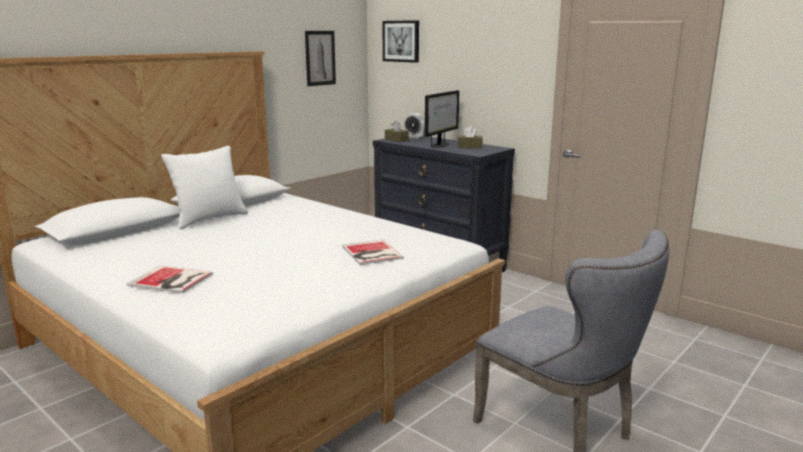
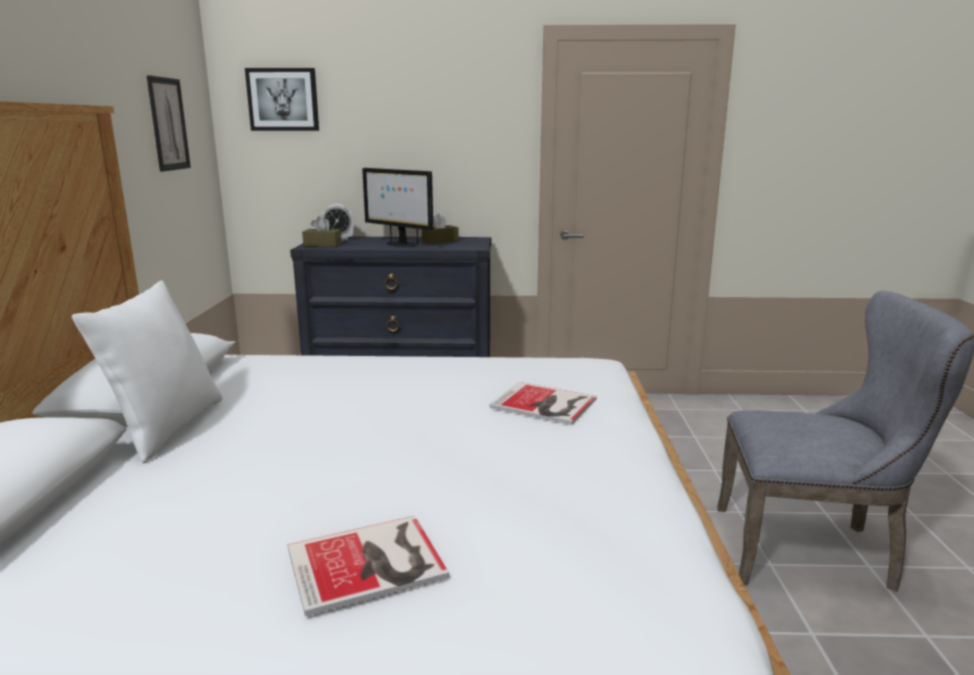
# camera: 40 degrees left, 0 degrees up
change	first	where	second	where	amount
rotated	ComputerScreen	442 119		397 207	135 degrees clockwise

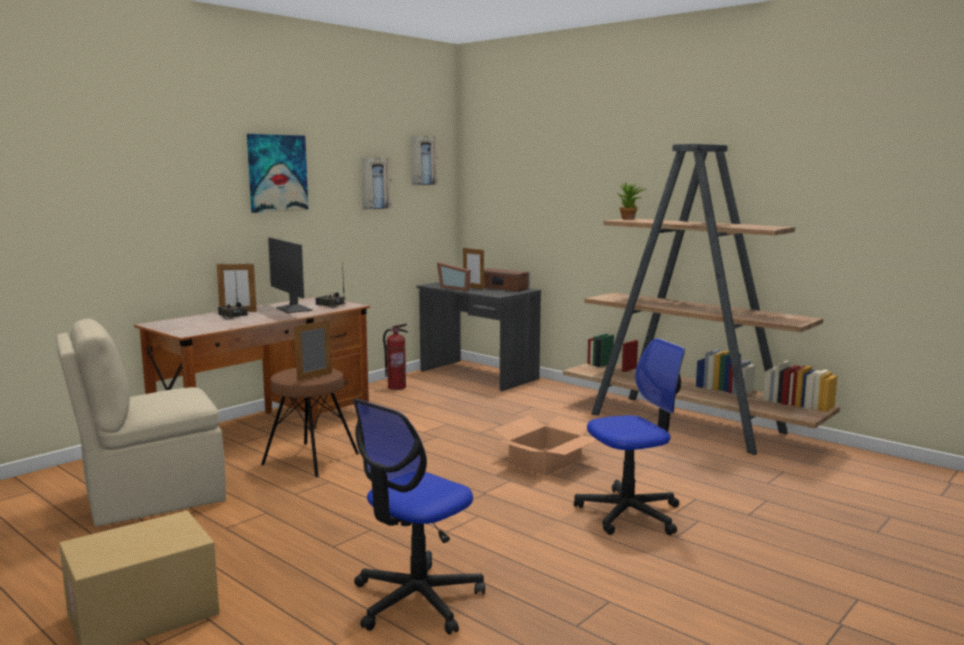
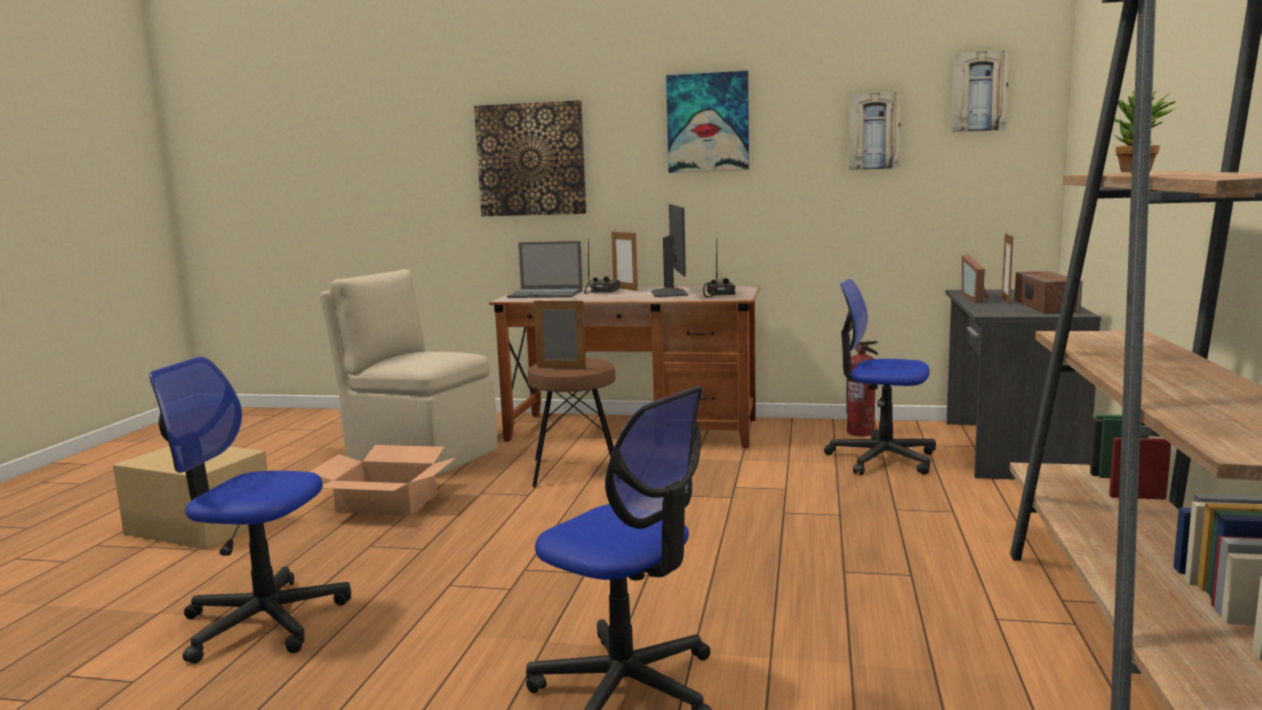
# camera: 60 degrees right, 0 degrees up
change	first	where	second	where	amount
new			WallPicture	530 158	
new			Laptop	545 269	
new			DeskChair	880 377	
shifted	PackingBox	545 446		383 480	
rotated	ComputerScreen	290 275		669 250	150 degrees clockwise

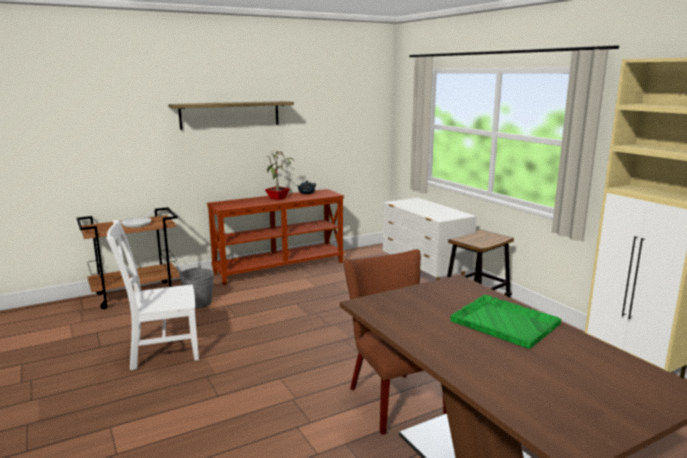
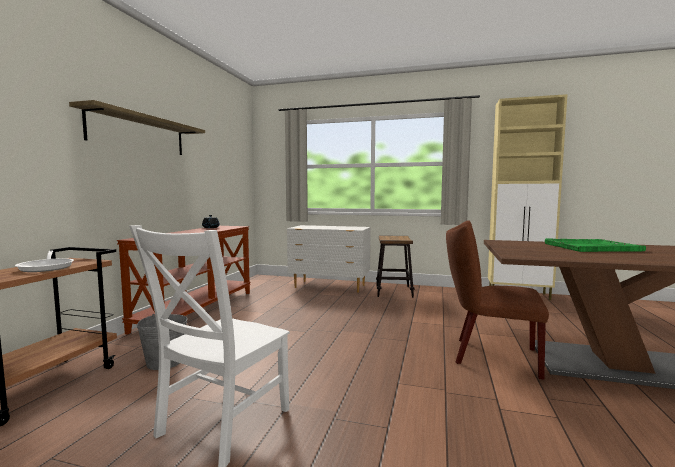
# camera: 45 degrees left, 10 degrees down
change	first	where	second	where	amount
gone	PlantInAPot	279 175			

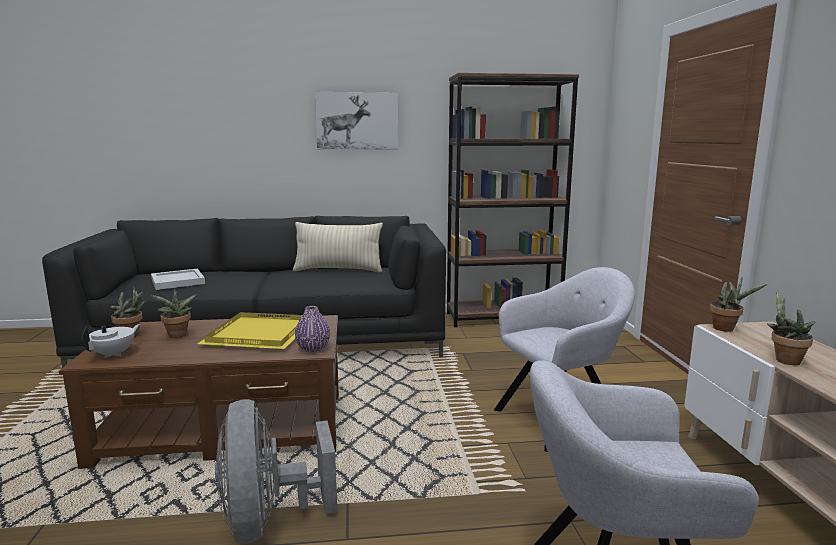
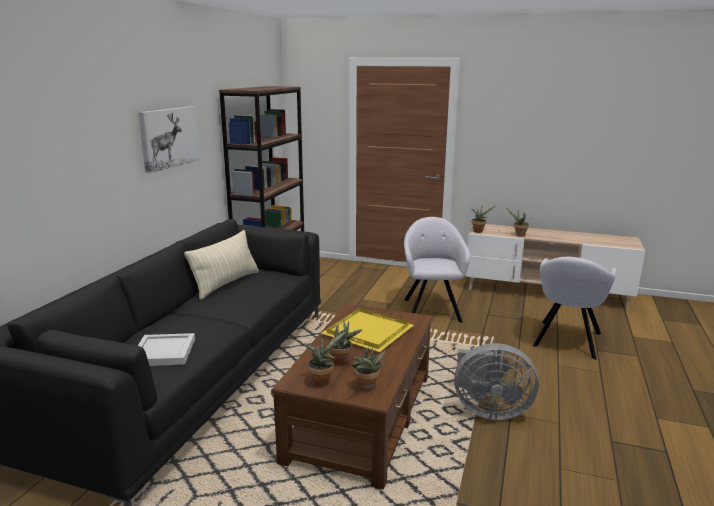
# camera: 65 degrees left, 5 degrees up
change	first	where	second	where	amount
gone	PurpleColouredVase	312 329			
swapped	WhiteColouredTeapot	110 341	PlantInAPot	368 369	

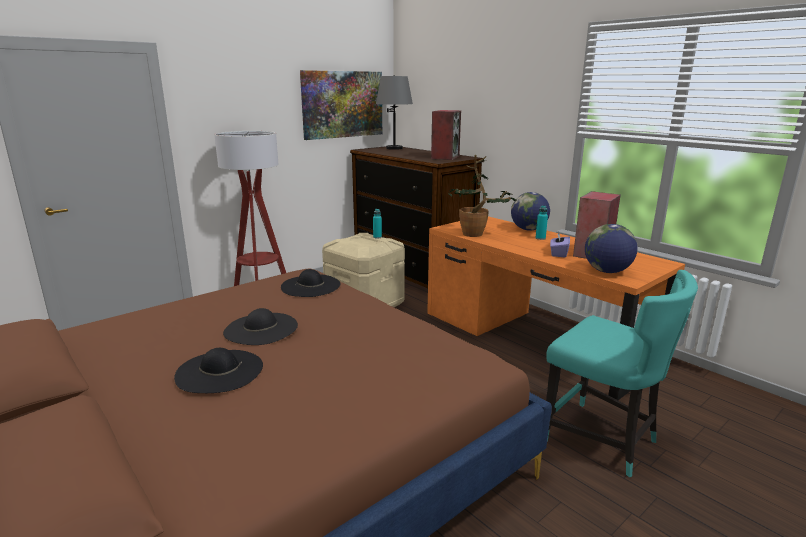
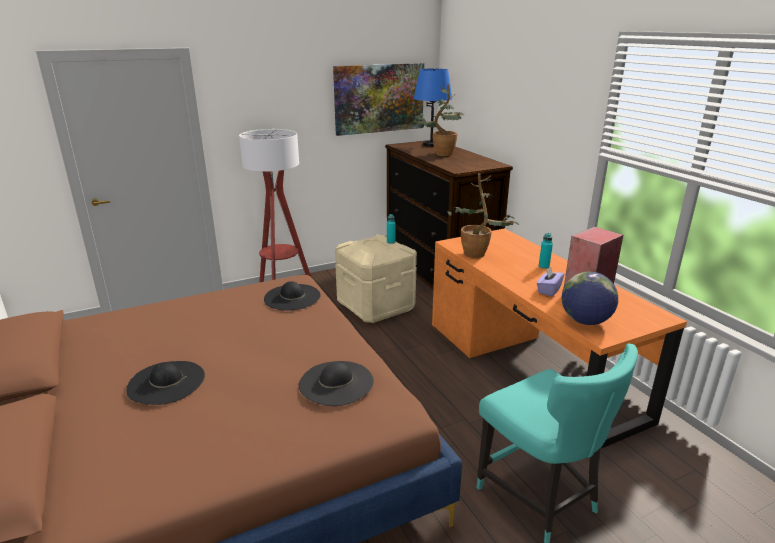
# camera: 15 degrees right, 5 degrees up
change	first	where	second	where	amount
gone	Loudspeaker	446 135			
gone	DeskGlobe	530 211			
new			PlantInAPot	438 120	
shifted	BlackishWearableHat	260 326		336 383	
repainted	GreyTabletopLamp	394 112	BlueTabletopLamp	433 107	

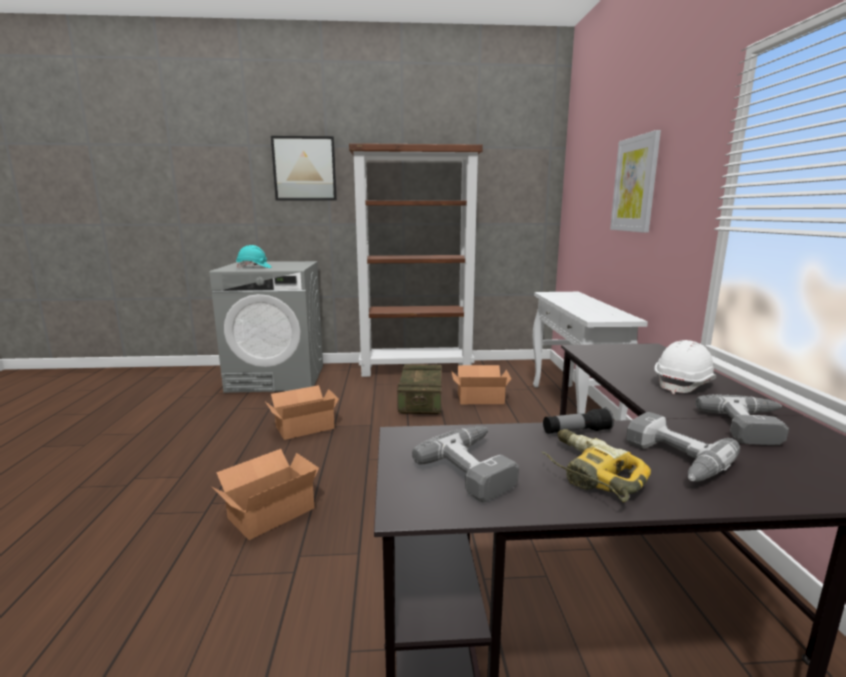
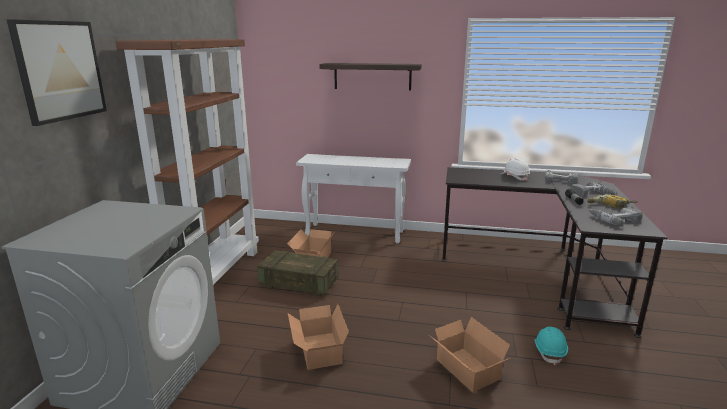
# camera: 75 degrees left, 5 degrees up
change	first	where	second	where	amount
shifted	TurquoiseHardHat	254 256		551 346	
swapped	WallPicture	635 181	BracketShelf	370 77	

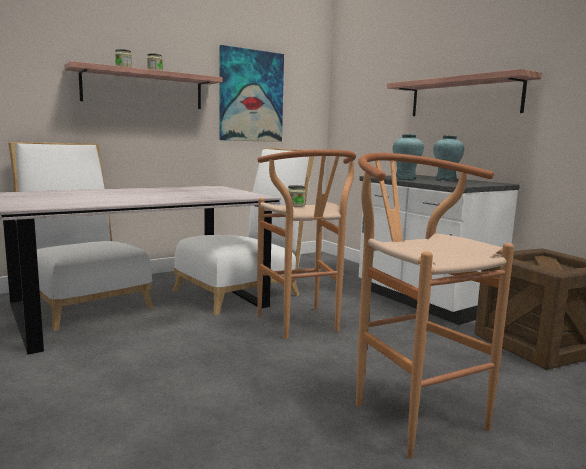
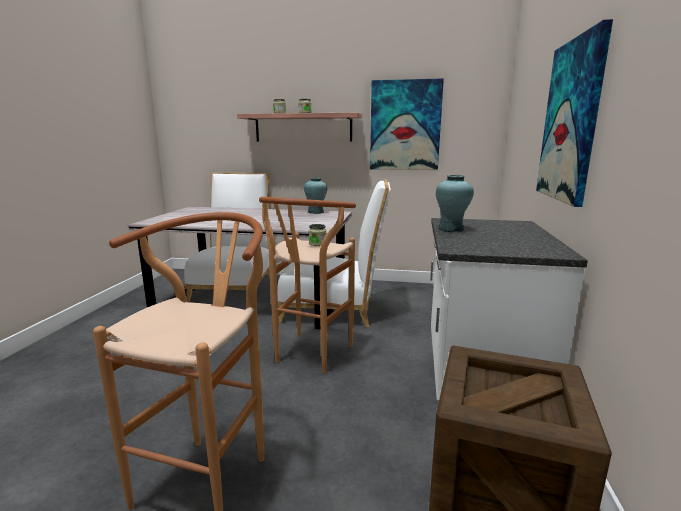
# camera: 45 degrees right, 5 degrees up
change	first	where	second	where	amount
shifted	TurquoiseVase	448 158		315 195	
swapped	BracketShelf	464 92	WallPicture	574 113	

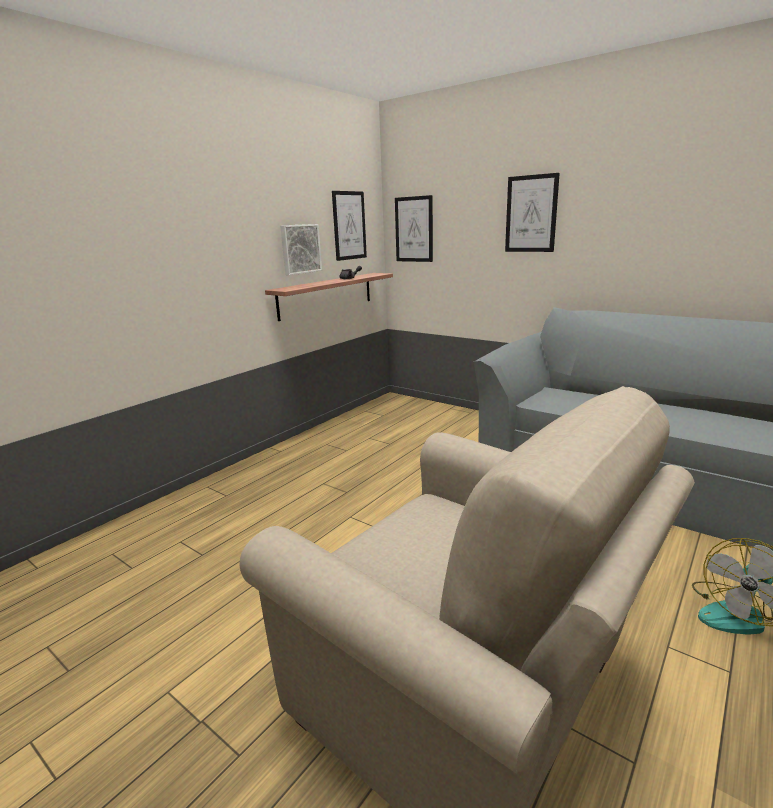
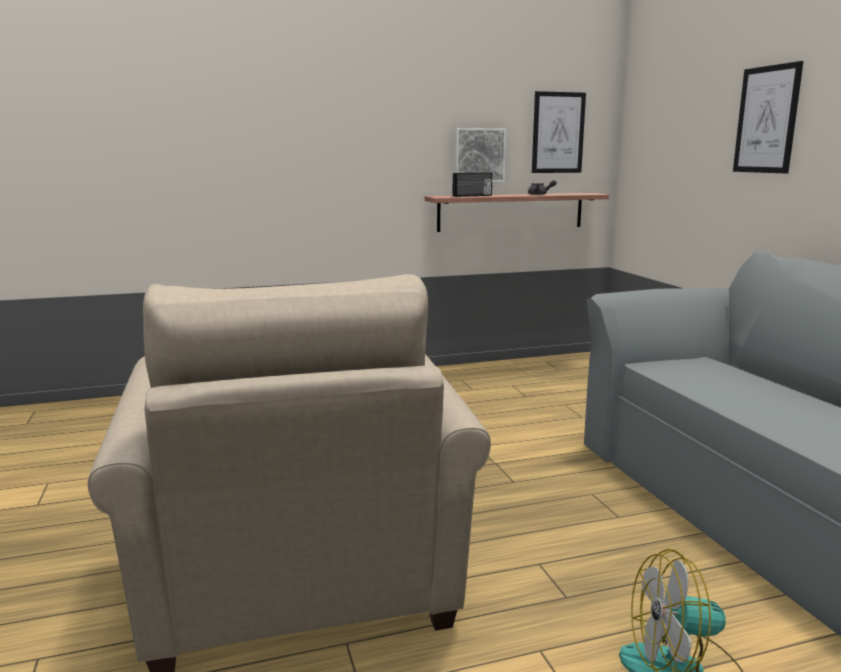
# camera: 35 degrees right, 5 degrees down
change	first	where	second	where	amount
gone	WallPicture	414 228			
new			Radio	472 185	

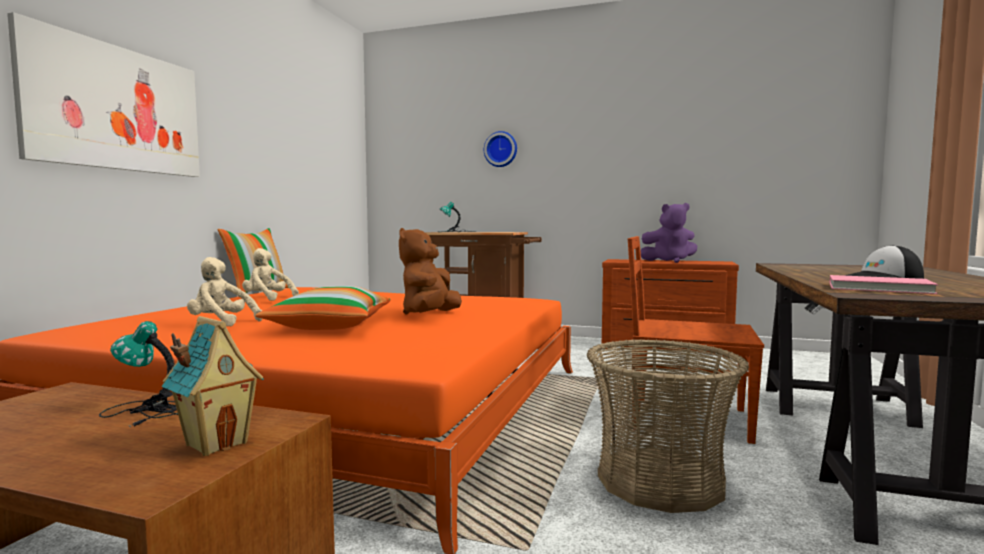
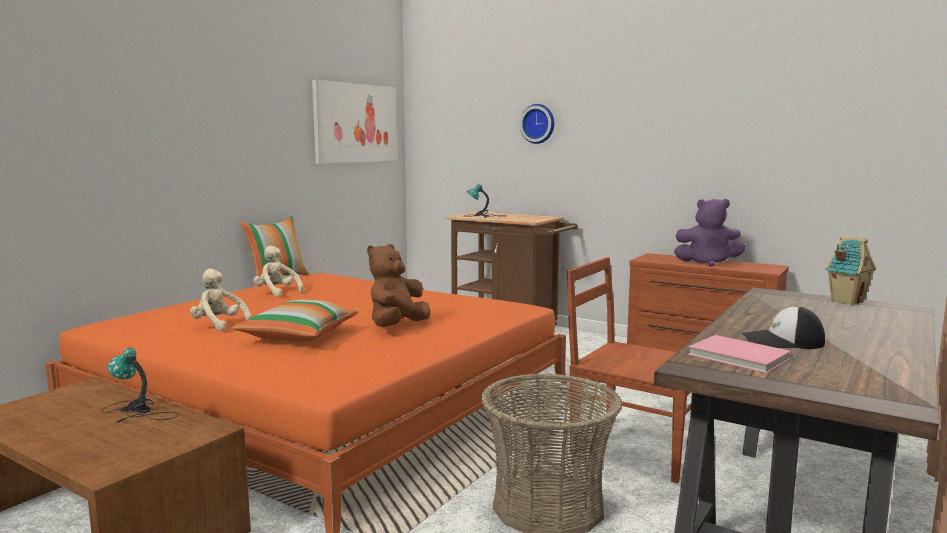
# camera: 15 degrees right, 5 degrees up
change	first	where	second	where	amount
shifted	WallPicture	103 94		354 122	
shifted	ModelHouse	213 386		850 271	

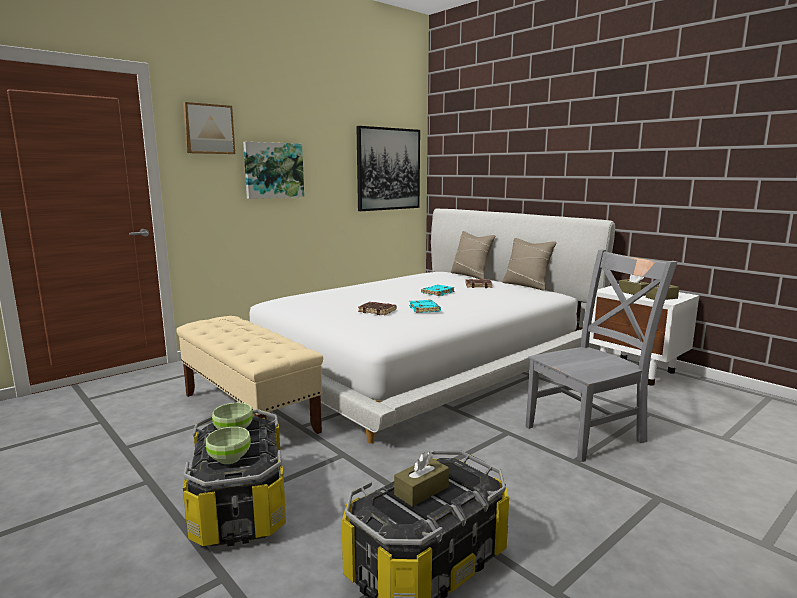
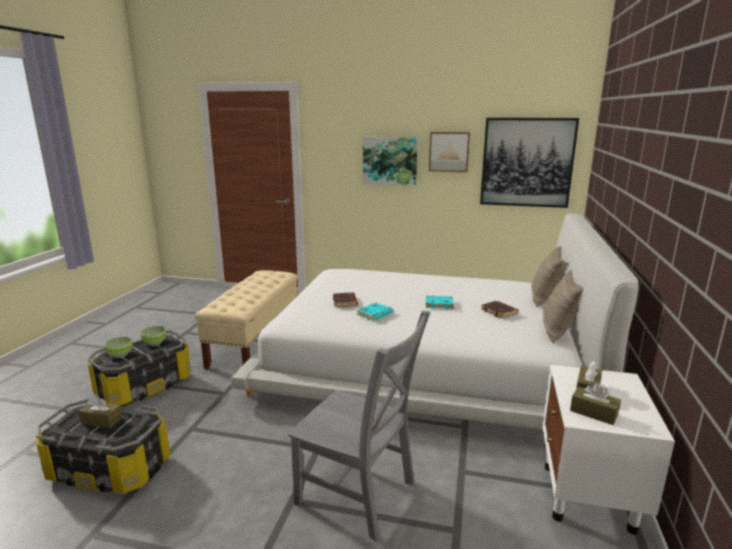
# camera: 55 degrees right, 5 degrees up
change	first	where	second	where	amount
shifted	WallPicture	209 128		449 152	

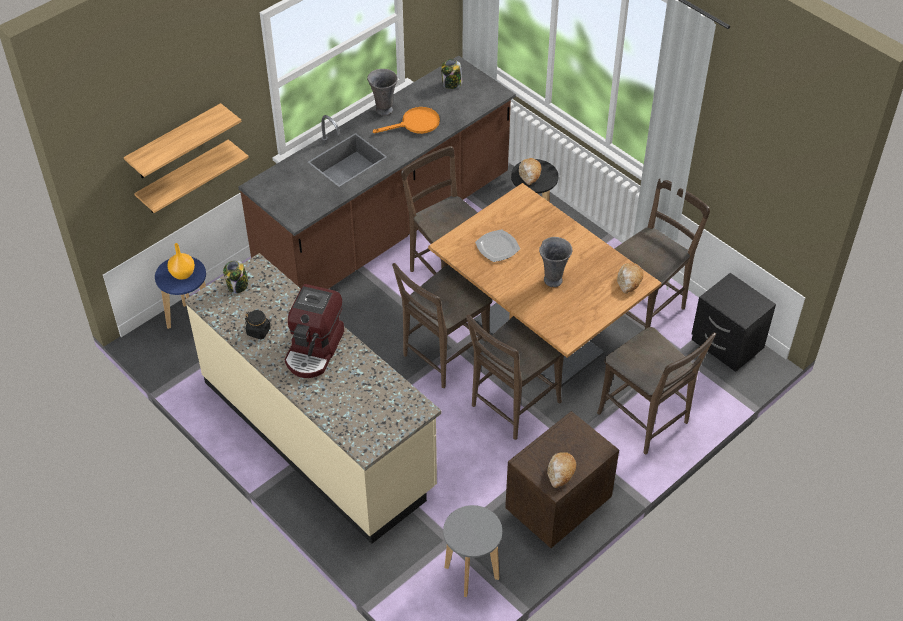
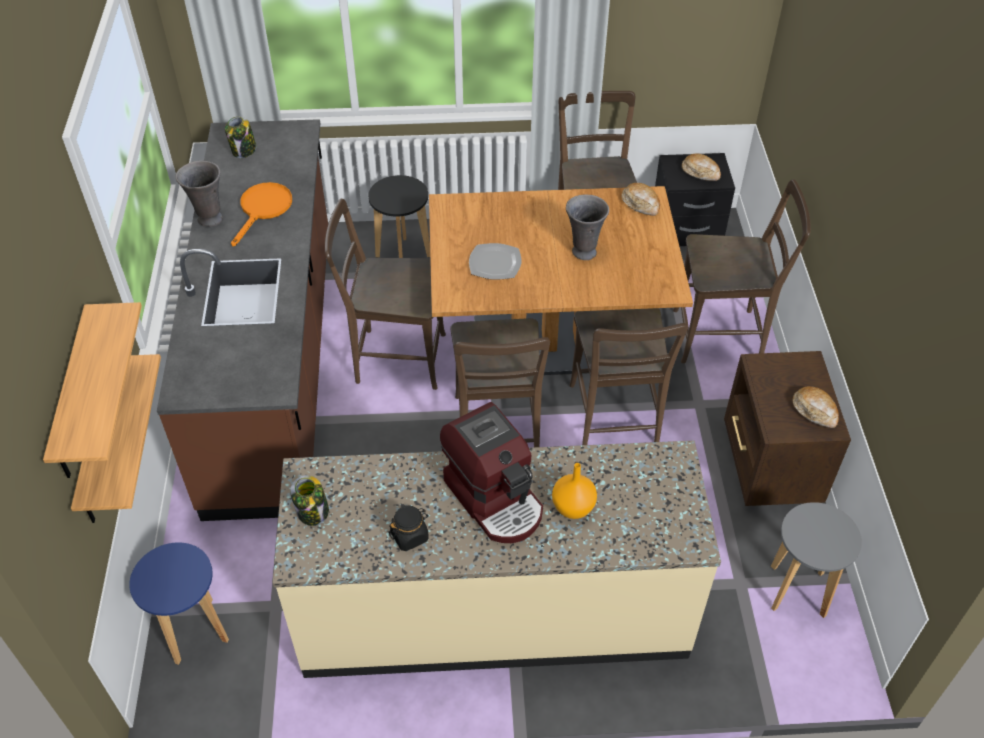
# camera: 50 degrees left, 0 degrees up
change	first	where	second	where	amount
shifted	OrangeVase	181 261		574 491	
shifted	BakeryBread	530 171		701 167	

